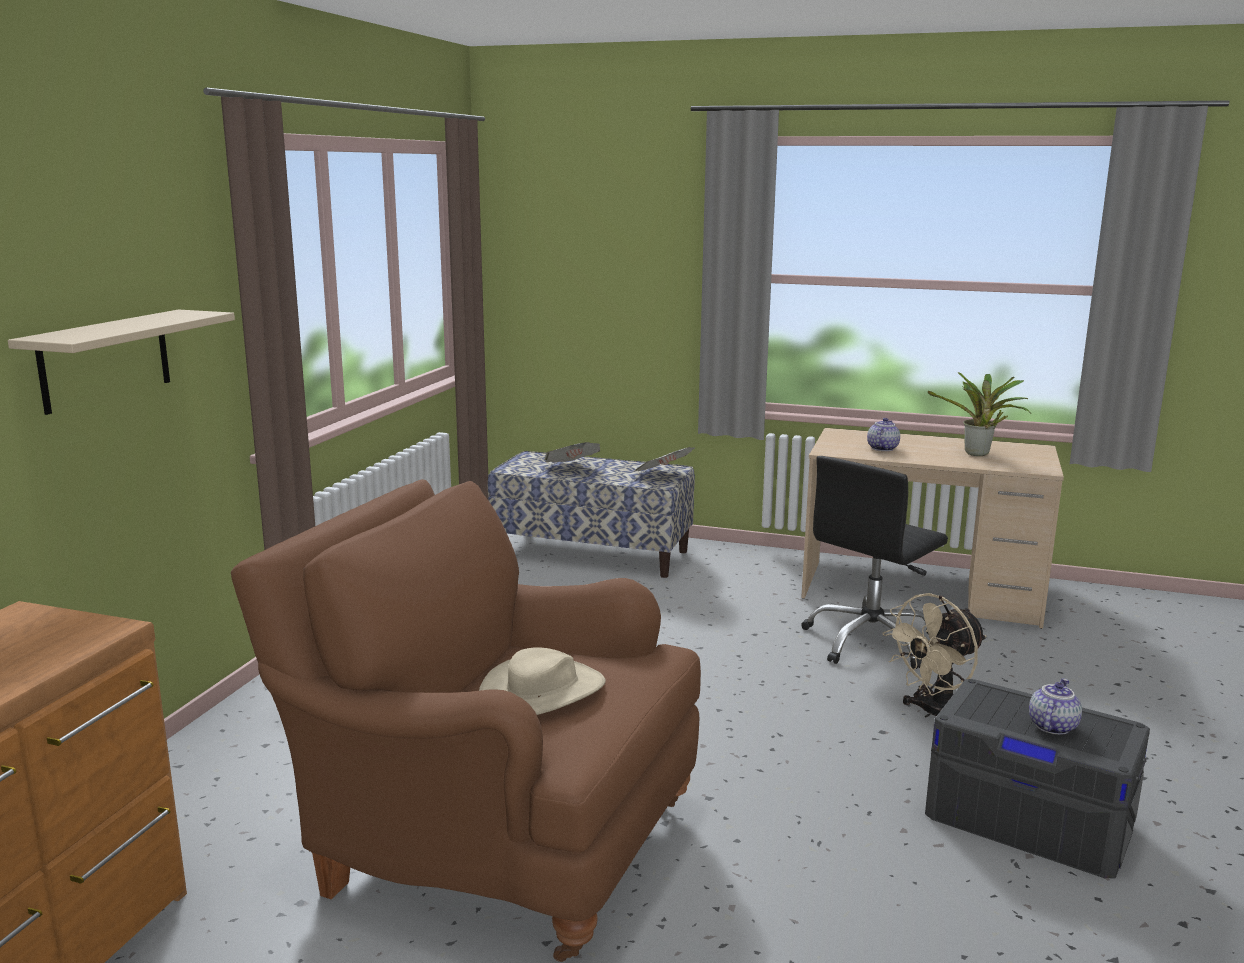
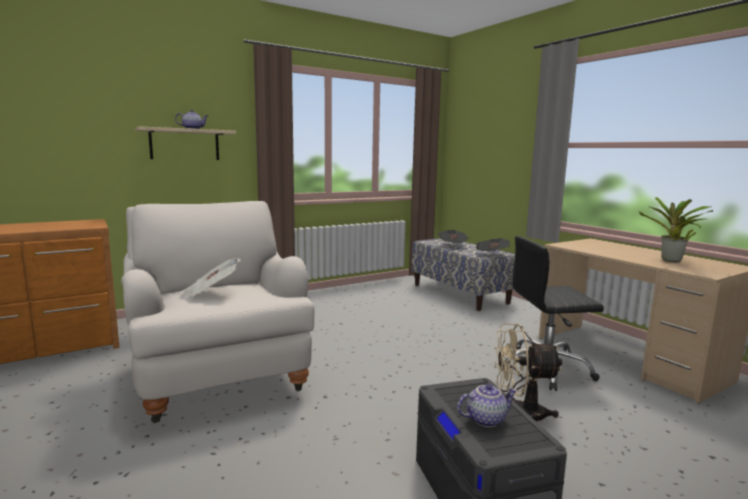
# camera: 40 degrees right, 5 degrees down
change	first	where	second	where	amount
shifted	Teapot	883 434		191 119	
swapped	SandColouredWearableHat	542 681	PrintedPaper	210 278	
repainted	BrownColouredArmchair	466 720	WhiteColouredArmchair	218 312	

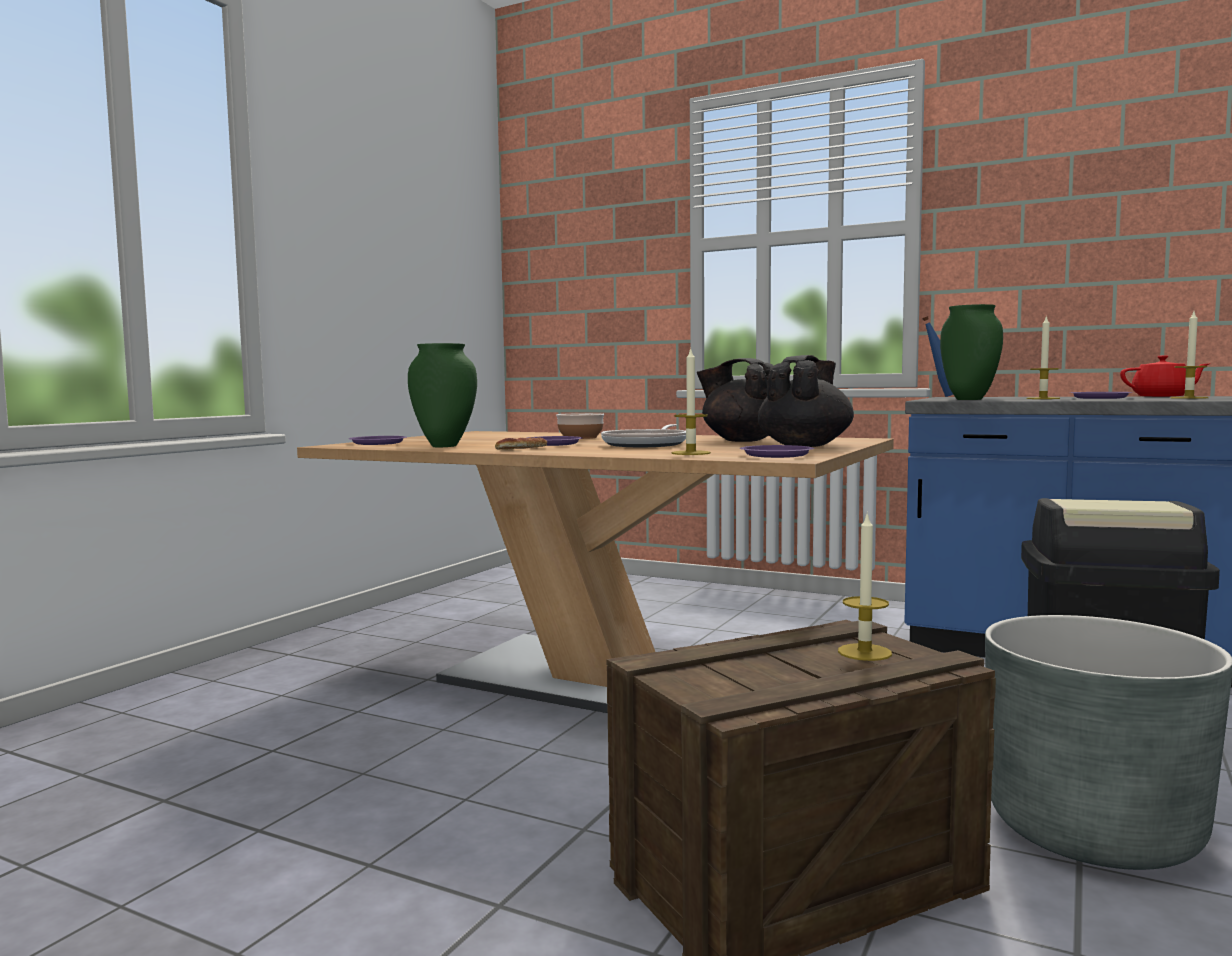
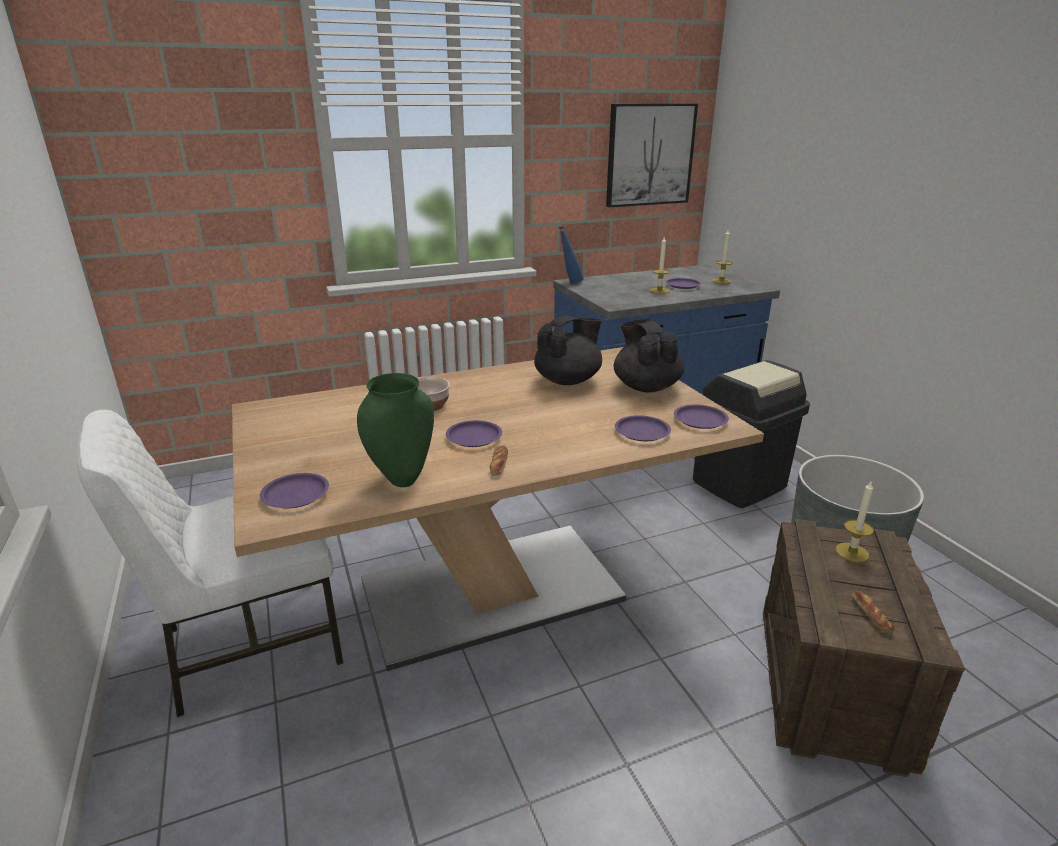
# camera: 50 degrees left, 20 degrees up
change	first	where	second	where	amount
gone	Pan	643 435			
gone	GreenVase	971 352			
gone	RedTeapot	1164 376			
new			WhiteColouredChair	210 563	
new			WallPicture	652 155	
new			BakeryBread	873 612	
swapped	WaxCandle	691 401	PurpleColouredFlatDish	643 428	
rotated	BlackishTeapot	735 400		568 350	150 degrees clockwise

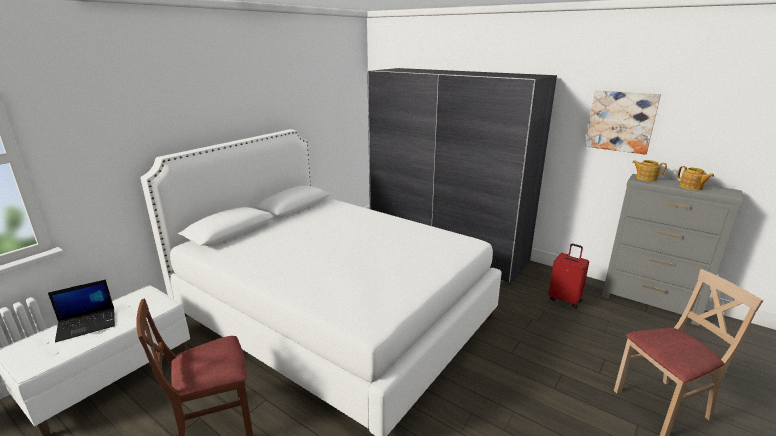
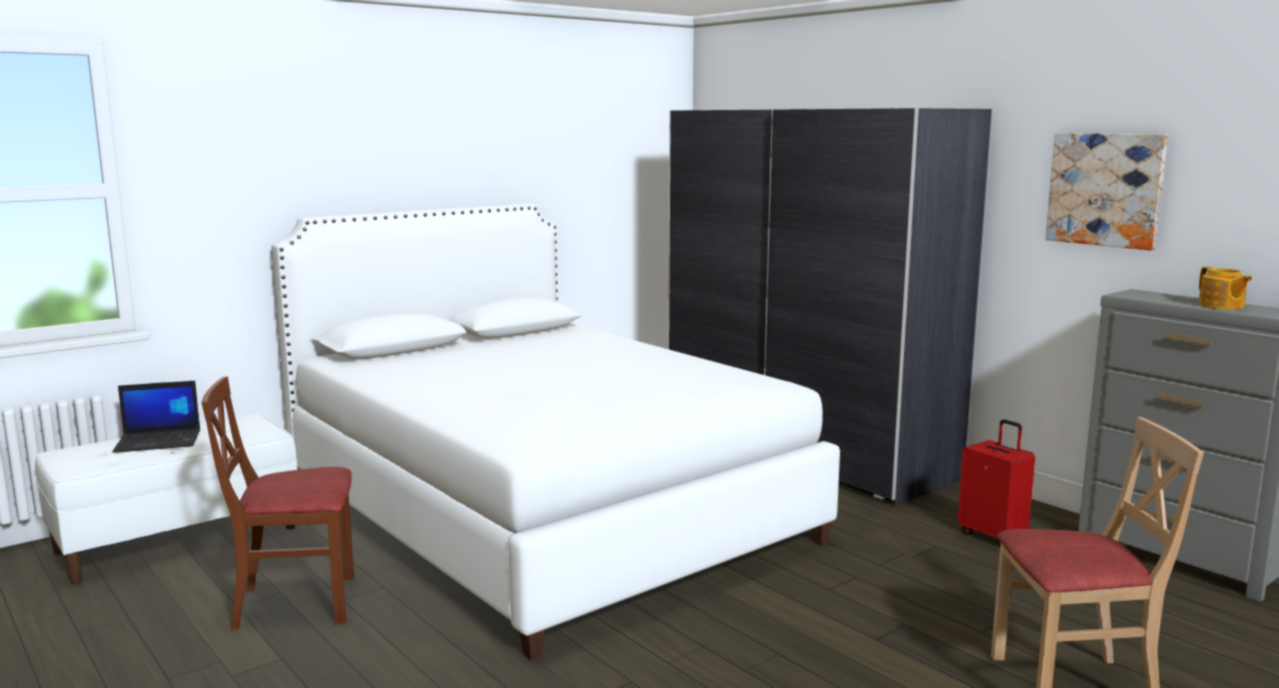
# camera: 15 degrees right, 10 degrees down
change	first	where	second	where	amount
gone	Teapot	649 170			

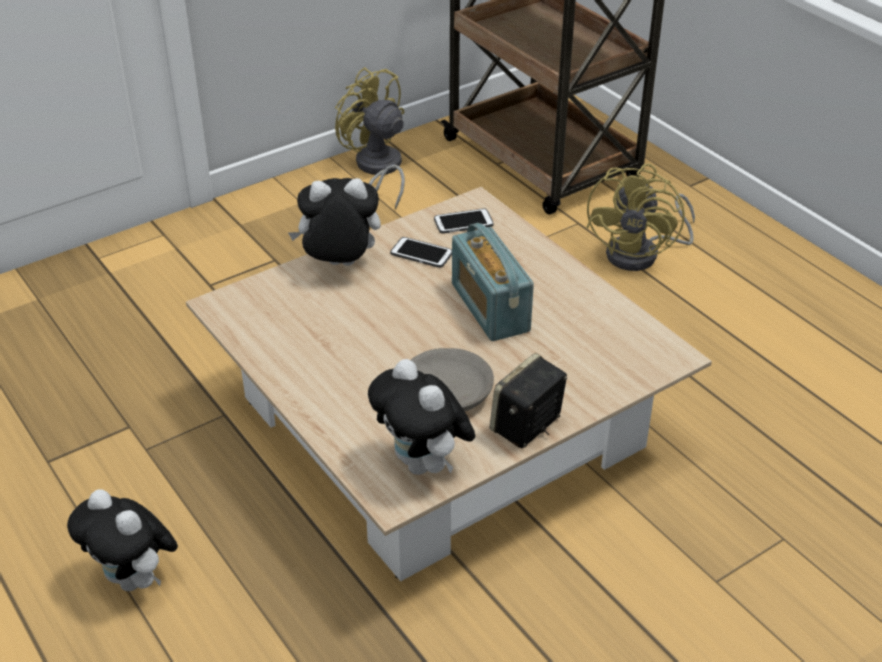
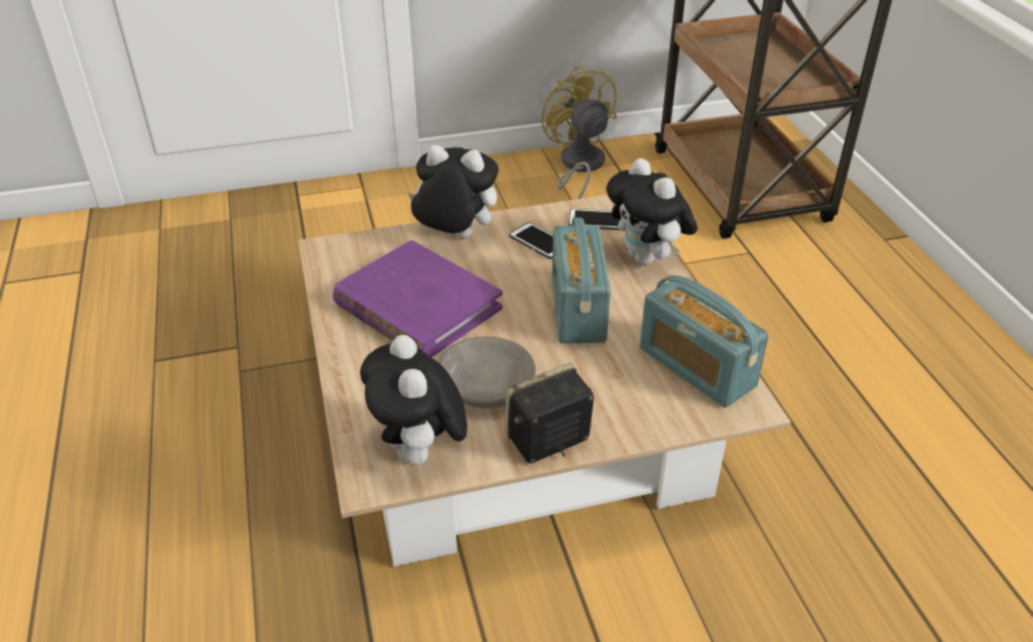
# camera: 20 degrees right, 0 degrees up
change	first	where	second	where	amount
gone	YellowColouredCoolingFan	640 217			
new			PurpleColouredVolume	418 299	
new			Radio	704 341	
shifted	CuddlyToy	122 540		651 211	

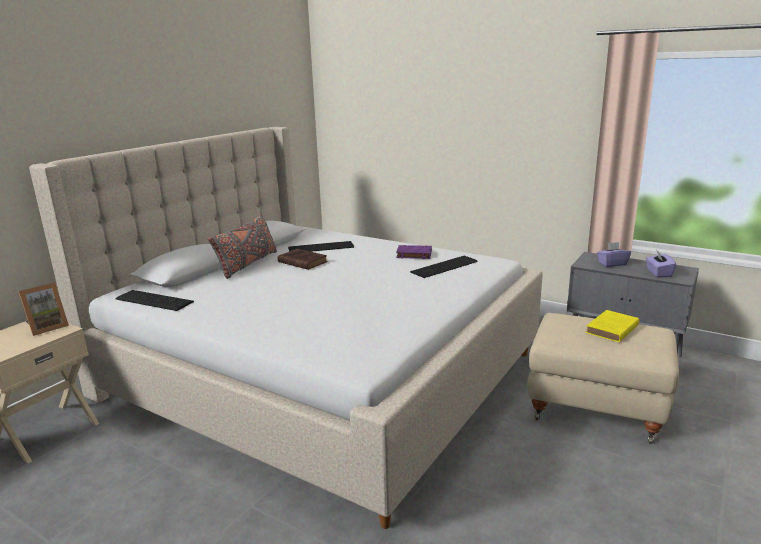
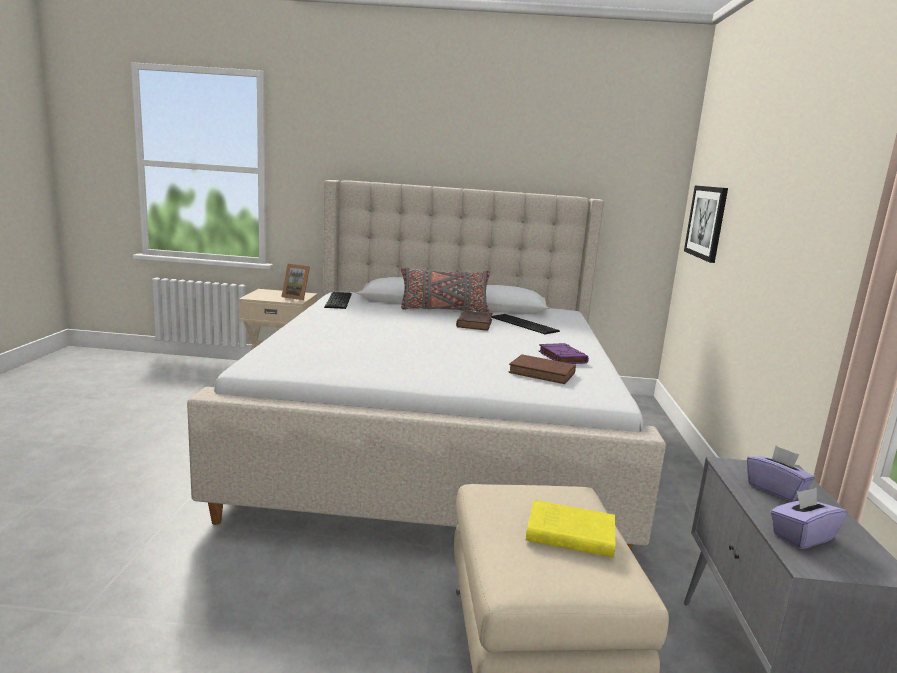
# camera: 60 degrees right, 5 degrees down
change	first	where	second	where	amount
new			WallPicture	706 224	
swapped	ComputerKeyboard	444 267	BrownColouredVolume	542 369	

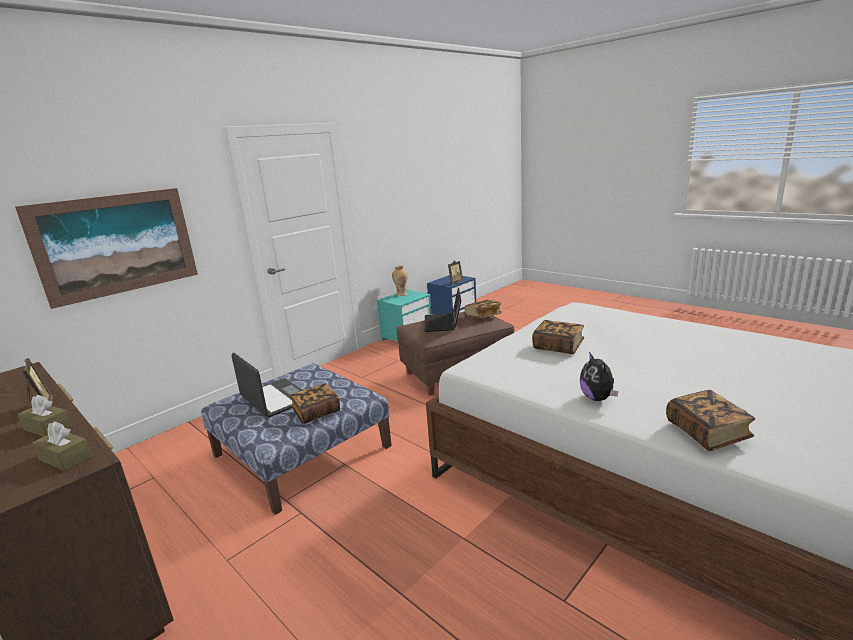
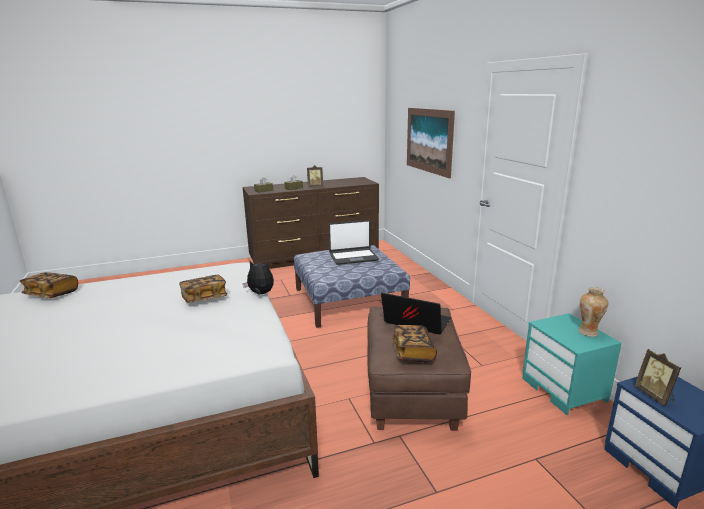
# camera: 115 degrees right, 0 degrees up
change	first	where	second	where	amount
gone	Volume	314 403			
shifted	CuddlyToy	599 376		258 278	

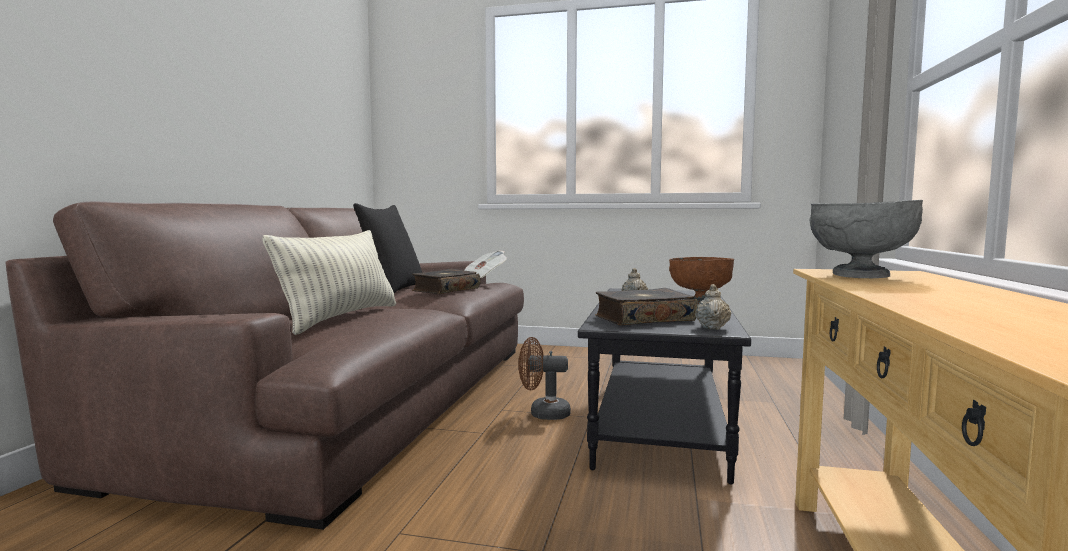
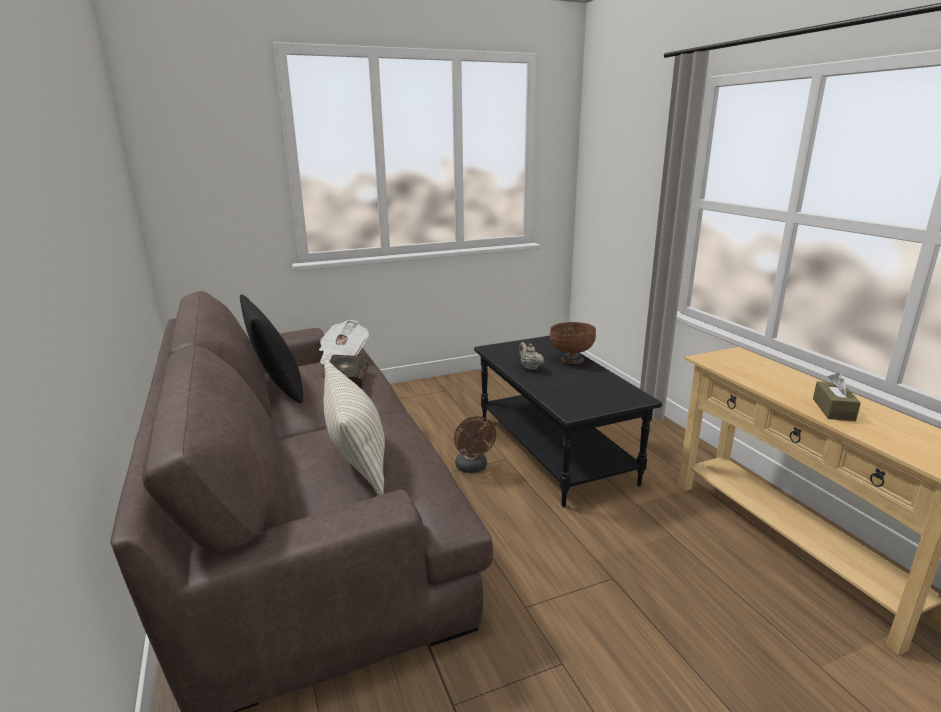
# camera: 35 degrees left, 15 degrees up
change	first	where	second	where	amount
gone	Volume	646 306			
gone	SandColouredTeapot	713 307			
gone	GreyDeepDish	866 239			
new			BrownColouredTissueHolder	837 397	
rotated	BrownColouredCoolingFan	545 378		475 444	75 degrees counterclockwise

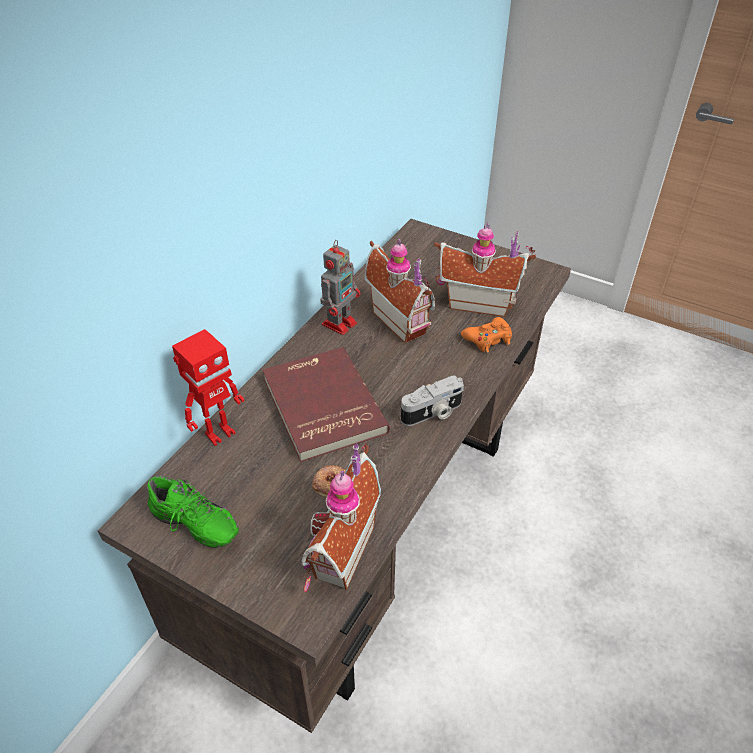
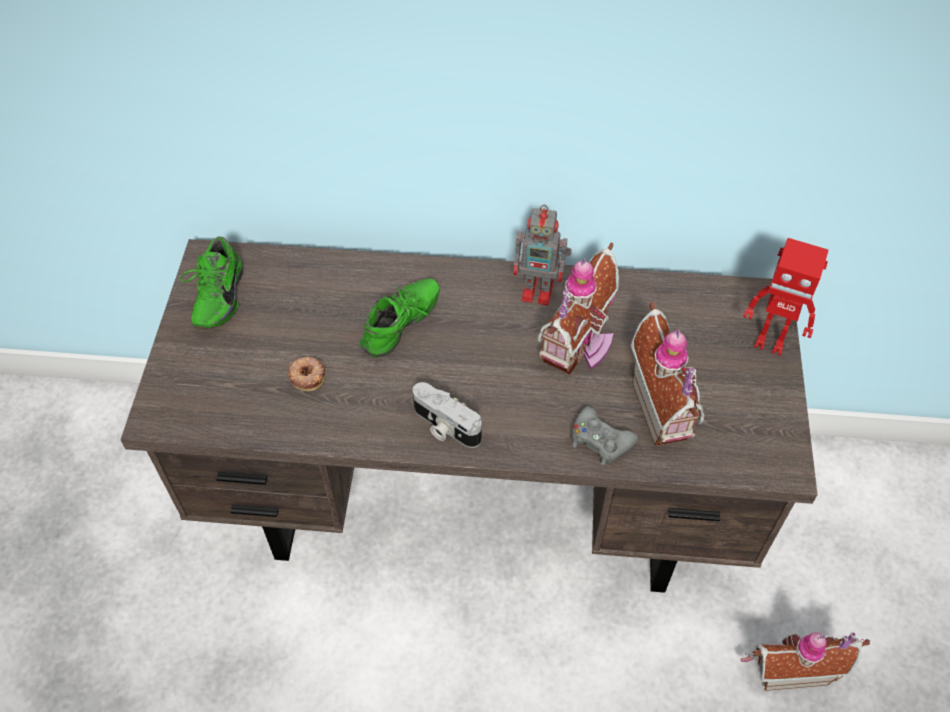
# camera: 65 degrees right, 10 degrees up
change	first	where	second	where	amount
shifted	ToyRobot	208 387		786 297	
shifted	ModelHouse	341 518		806 661	
swapped	RedVolume	326 404	GreenLowShoe	400 317	
repainted	OrangeGameController	486 335	GreyGameController	604 436	

